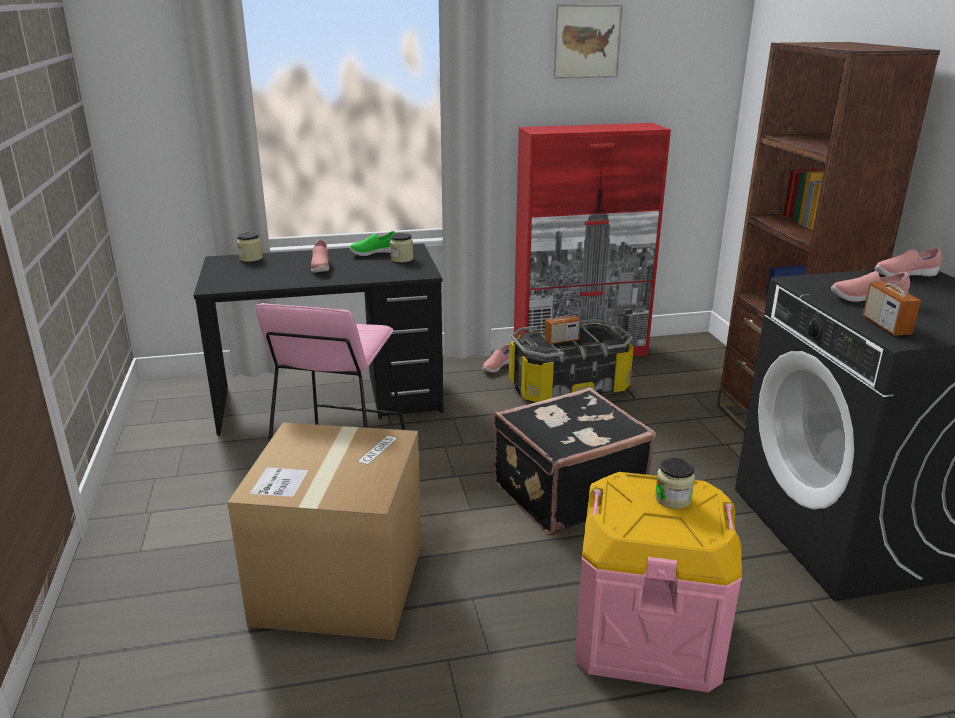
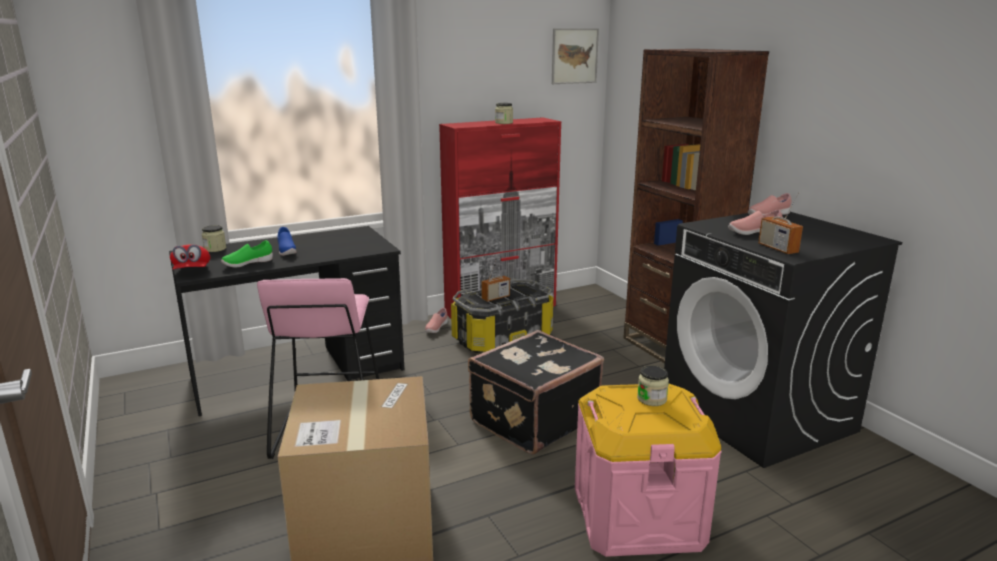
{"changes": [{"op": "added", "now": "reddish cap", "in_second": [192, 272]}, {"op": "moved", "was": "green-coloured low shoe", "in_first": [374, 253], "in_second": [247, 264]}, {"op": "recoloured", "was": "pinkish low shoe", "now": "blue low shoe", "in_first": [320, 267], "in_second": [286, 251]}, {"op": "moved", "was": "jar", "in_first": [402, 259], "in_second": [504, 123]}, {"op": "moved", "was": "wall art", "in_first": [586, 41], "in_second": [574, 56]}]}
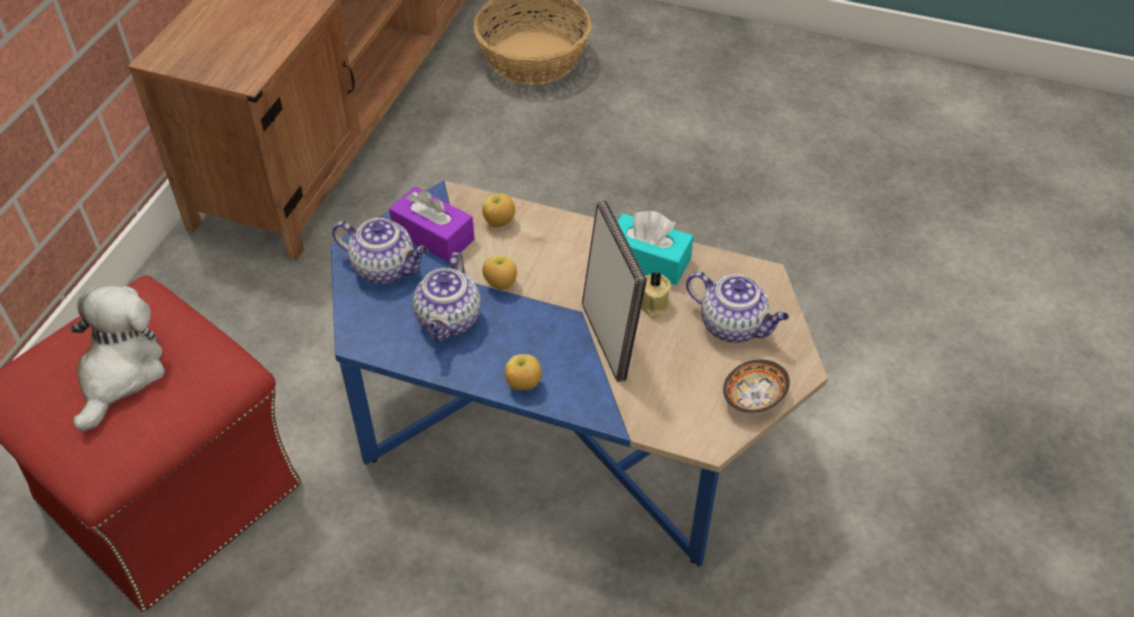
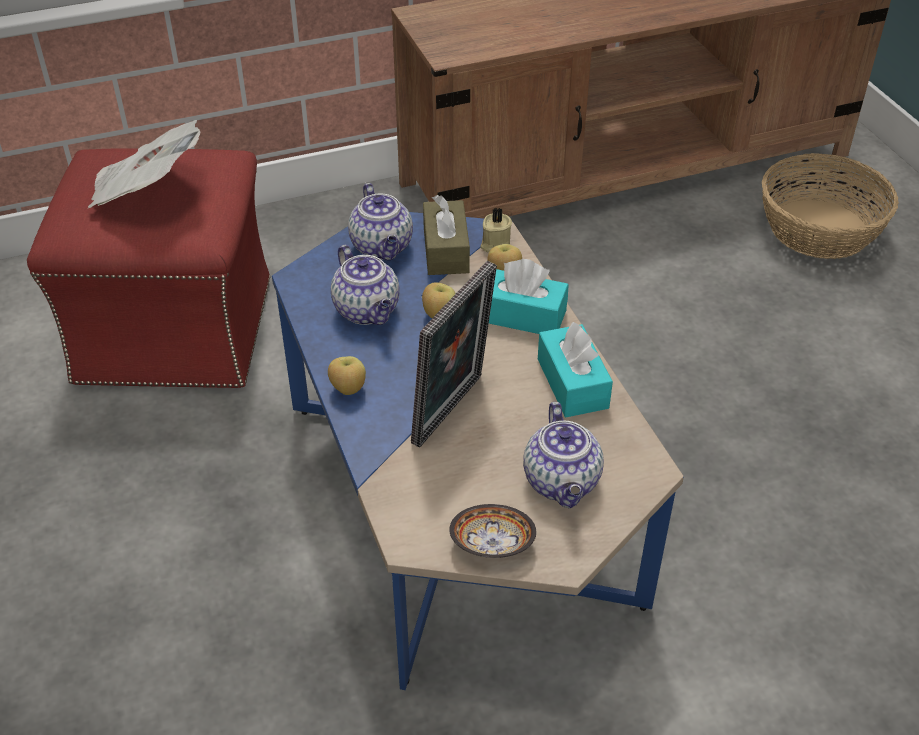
{"changes": [{"op": "replaced", "was": "plush toy", "now": "newspaper", "in_first": [120, 373], "in_second": [147, 192]}, {"op": "turned", "was": "tea pot", "in_first": [449, 321], "in_second": [368, 311], "clockwise": -90}, {"op": "recoloured", "was": "purplish box of tissues", "now": "brownish box of tissues", "in_first": [433, 235], "in_second": [446, 250]}, {"op": "moved", "was": "beige wax light", "in_first": [653, 305], "in_second": [494, 243]}, {"op": "added", "now": "turquoise-coloured box of tissues", "in_second": [521, 316]}]}
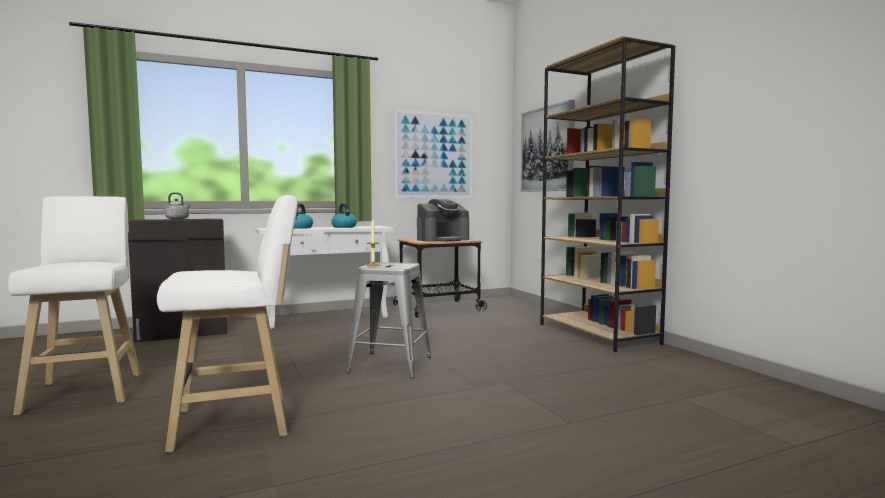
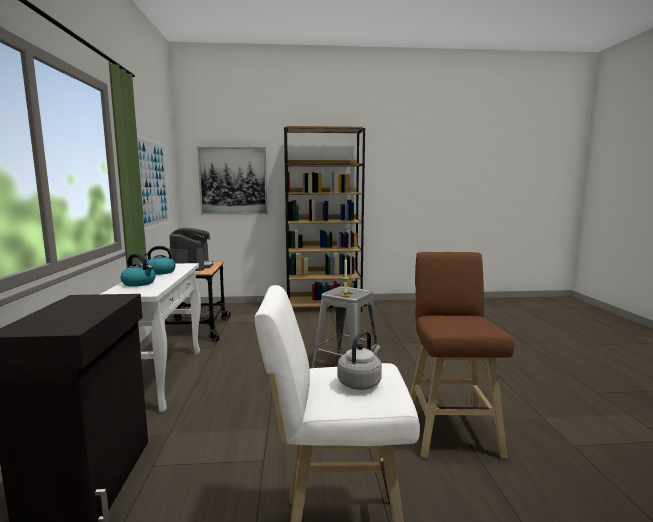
{"changes": [{"op": "moved", "was": "grey tea kettle", "in_first": [178, 219], "in_second": [360, 382]}, {"op": "recoloured", "was": "white sitting stool", "now": "brownish sitting stool", "in_first": [239, 422], "in_second": [450, 429]}]}
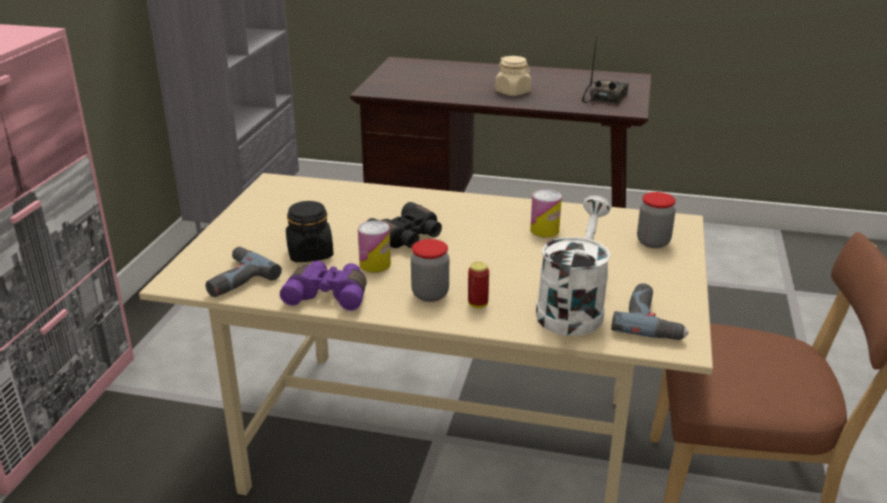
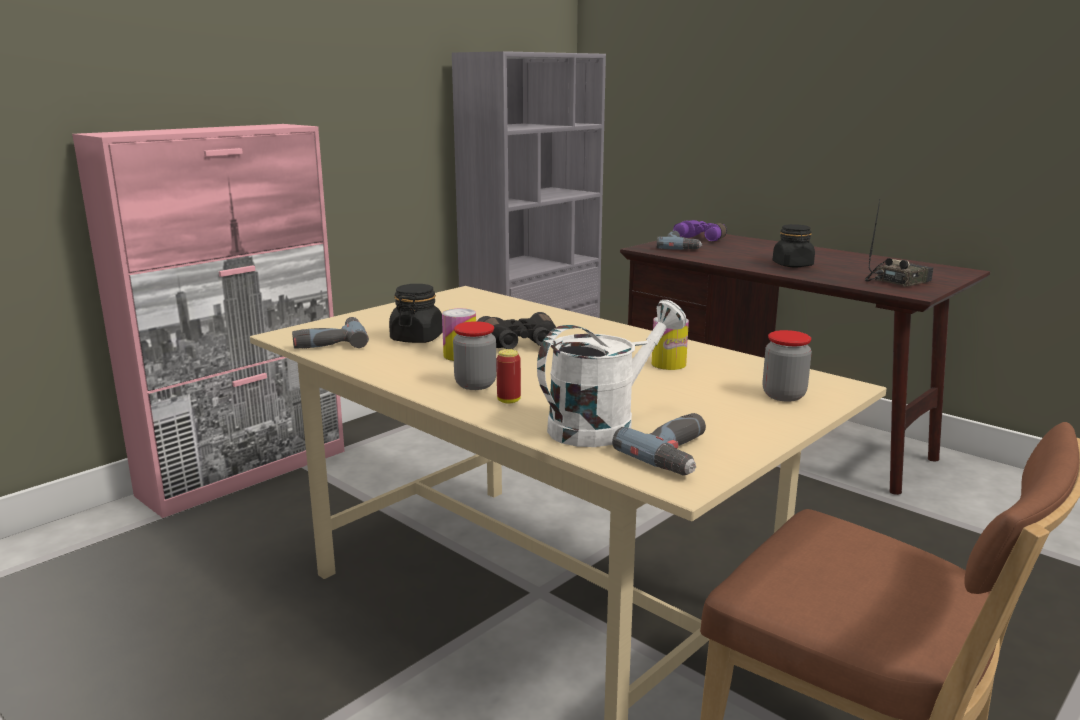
{"changes": [{"op": "added", "now": "power drill", "in_second": [680, 246]}, {"op": "moved", "was": "purplish binoculars", "in_first": [329, 295], "in_second": [703, 238]}, {"op": "recoloured", "was": "beige jar", "now": "blackish jar", "in_first": [513, 92], "in_second": [792, 265]}]}
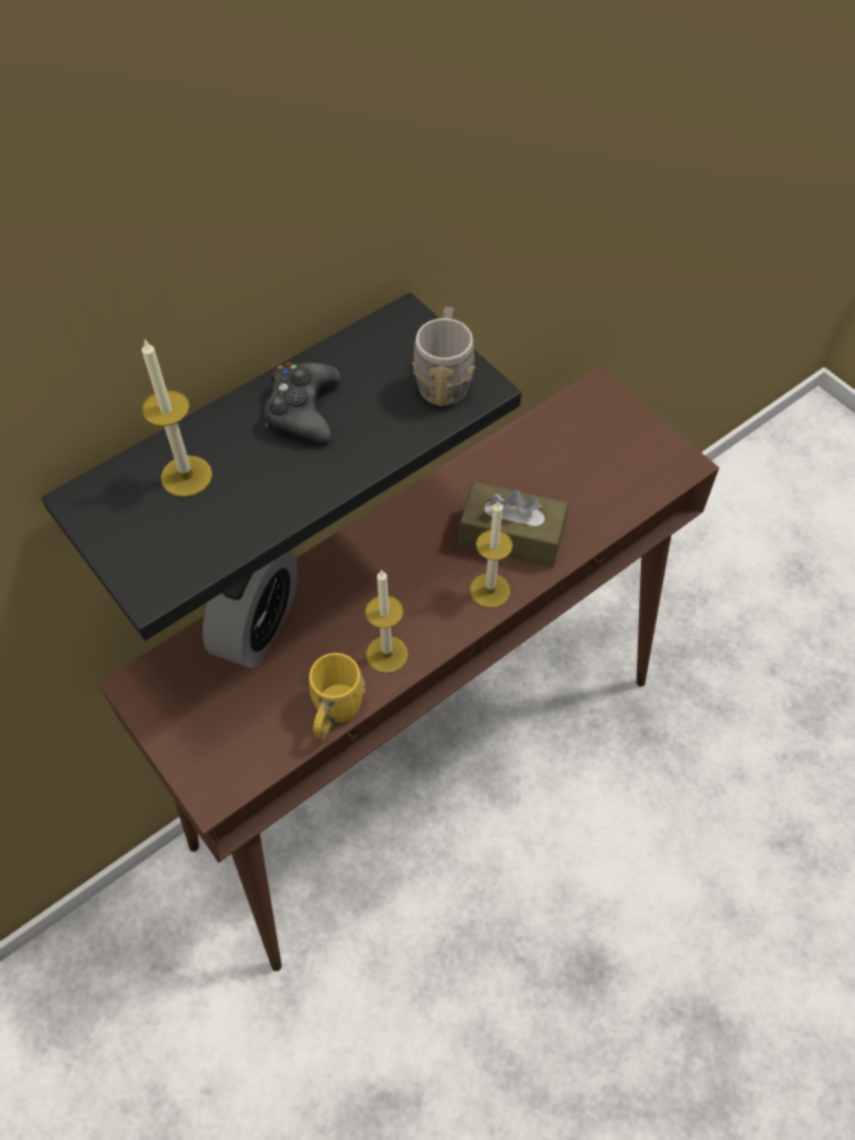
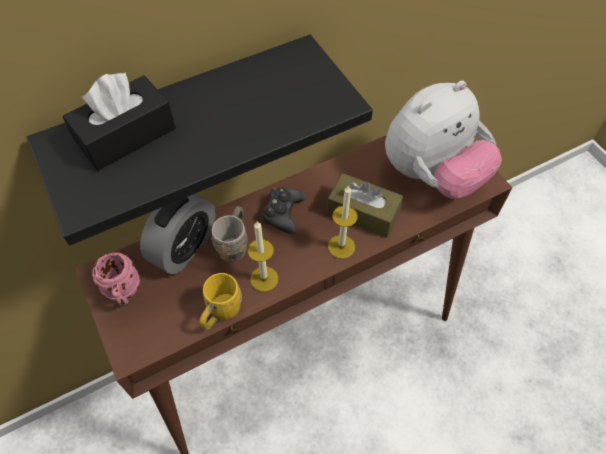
{"changes": [{"op": "replaced", "was": "wax light", "now": "blackish box of tissues", "in_first": [186, 476], "in_second": [126, 135]}, {"op": "added", "now": "pinkish tea mug", "in_second": [124, 293]}, {"op": "moved", "was": "grey tea mug", "in_first": [444, 378], "in_second": [234, 243]}, {"op": "moved", "was": "blackish gamepad", "in_first": [302, 410], "in_second": [283, 213]}, {"op": "added", "now": "plush toy", "in_second": [432, 175]}]}
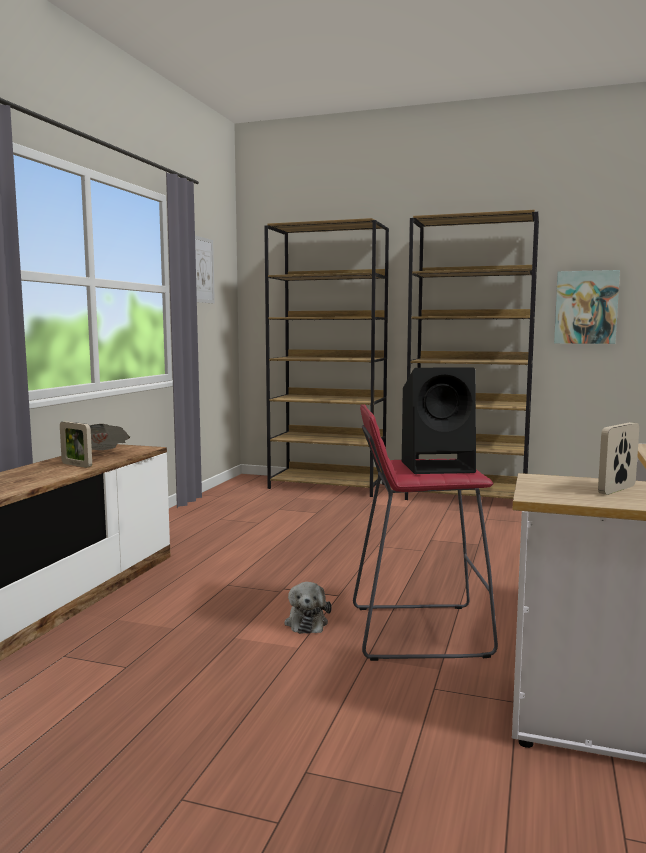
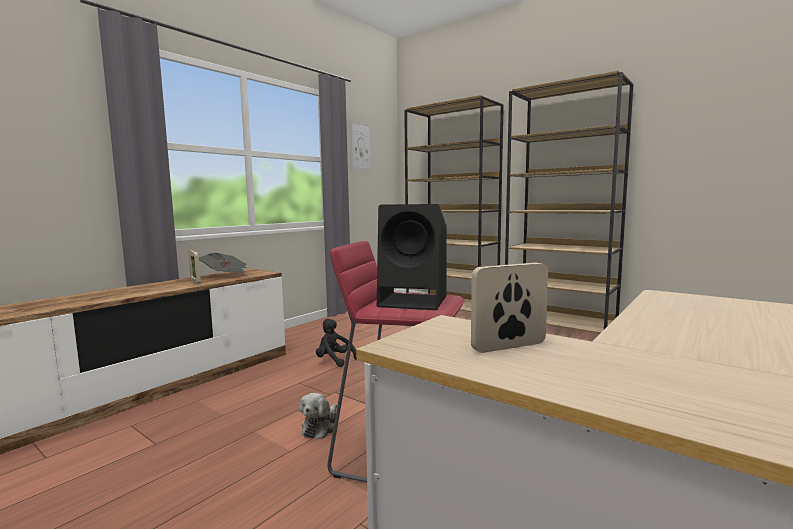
{"changes": [{"op": "added", "now": "blackish plush toy", "in_second": [334, 360]}, {"op": "removed", "was": "wall art", "in_first": [586, 307]}]}
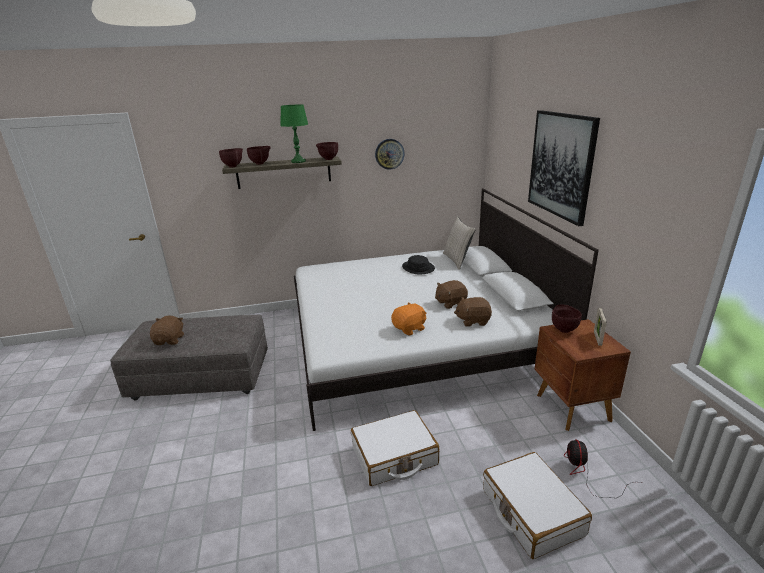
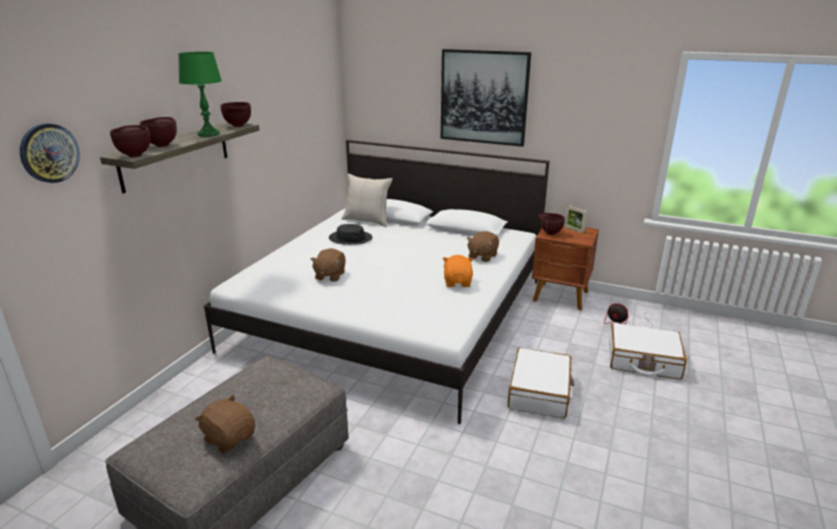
{"changes": [{"op": "moved", "was": "wall clock", "in_first": [389, 154], "in_second": [49, 153]}, {"op": "moved", "was": "brownish plush toy", "in_first": [450, 303], "in_second": [329, 276]}]}
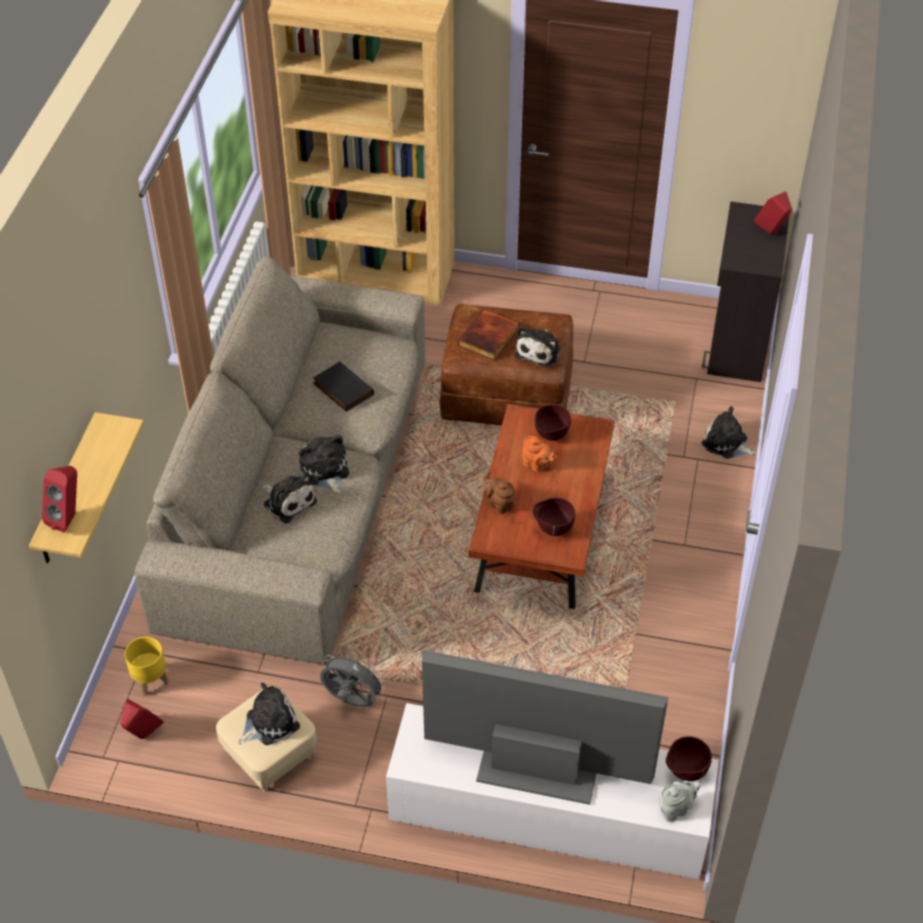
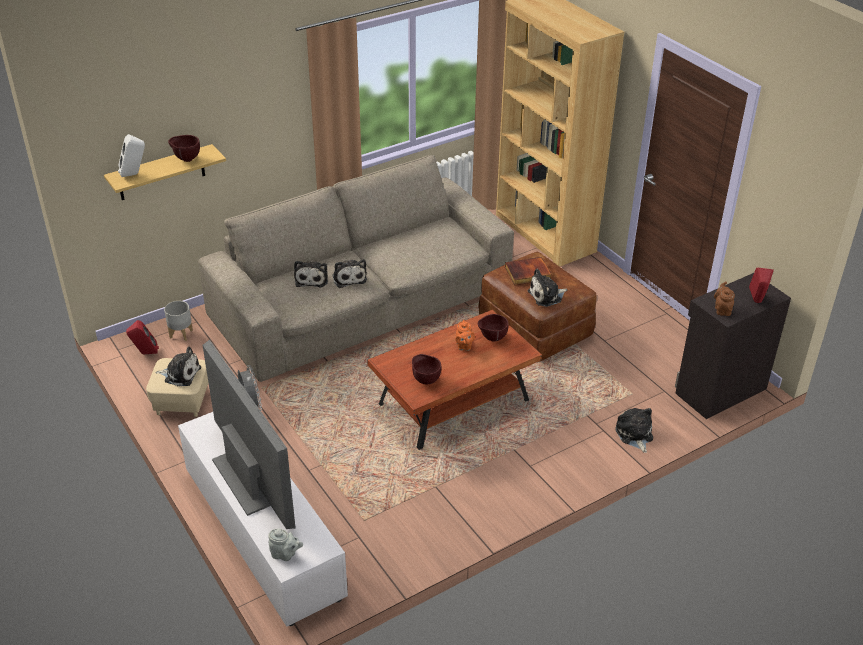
{"changes": [{"op": "recoloured", "was": "reddish audio speaker", "now": "white audio speaker", "in_first": [68, 518], "in_second": [134, 174]}, {"op": "recoloured", "was": "yellow-coloured plant pot", "now": "grey plant pot", "in_first": [150, 680], "in_second": [181, 334]}, {"op": "moved", "was": "brownish serving bowl", "in_first": [684, 772], "in_second": [186, 159]}, {"op": "turned", "was": "plush toy", "in_first": [325, 471], "in_second": [349, 278], "clockwise": 135}, {"op": "moved", "was": "brownish tea pot", "in_first": [499, 504], "in_second": [722, 309]}, {"op": "removed", "was": "blackish book", "in_first": [342, 389]}]}
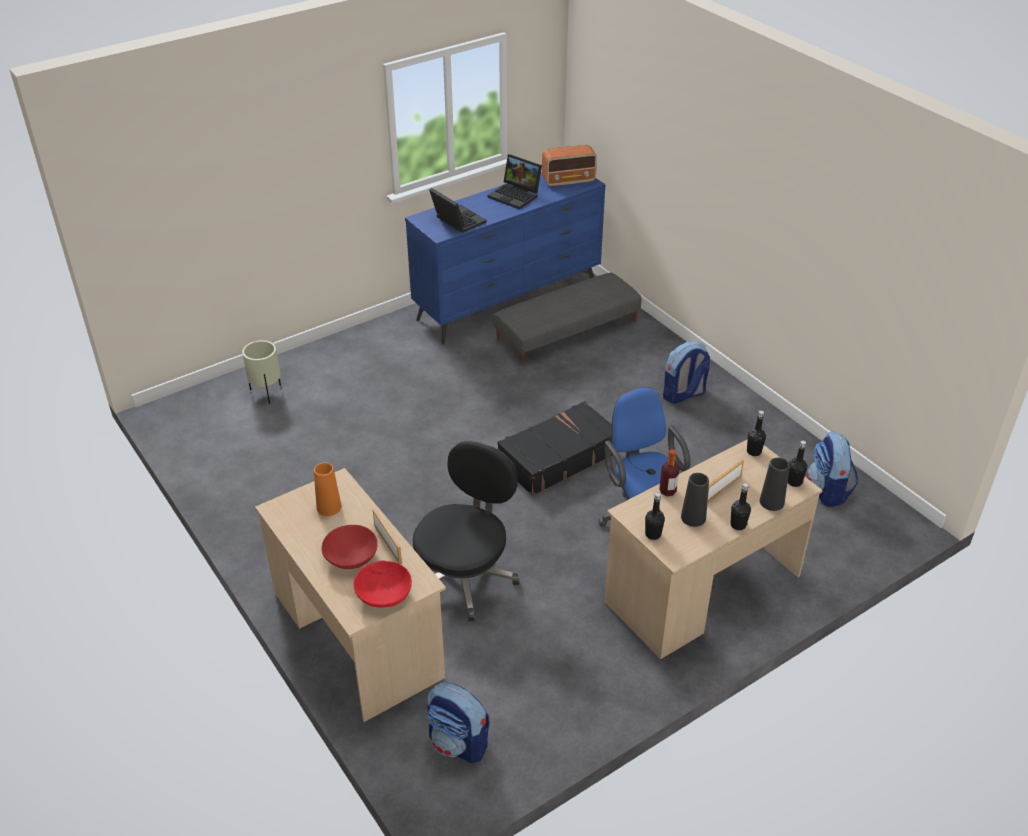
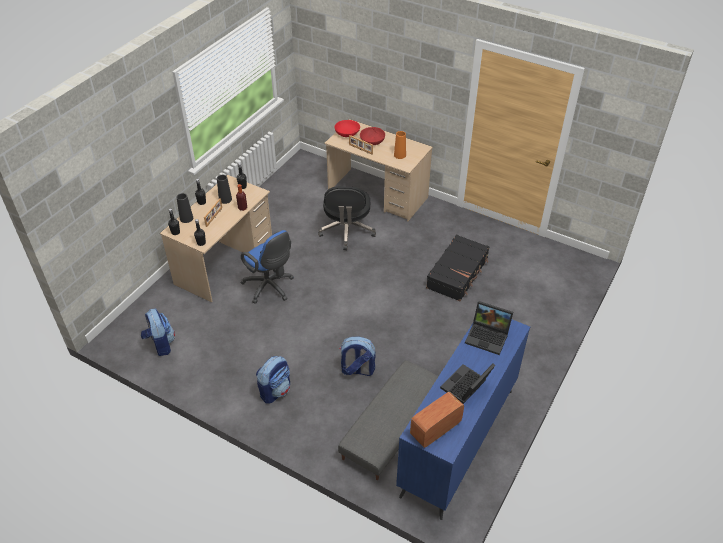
{"changes": [{"op": "moved", "was": "backpack", "in_first": [459, 743], "in_second": [357, 370]}, {"op": "moved", "was": "blackish suitcase", "in_first": [557, 457], "in_second": [458, 273]}, {"op": "turned", "was": "portable computer", "in_first": [516, 195], "in_second": [466, 387], "clockwise": -60}, {"op": "removed", "was": "beige plant pot", "in_first": [266, 393]}]}
